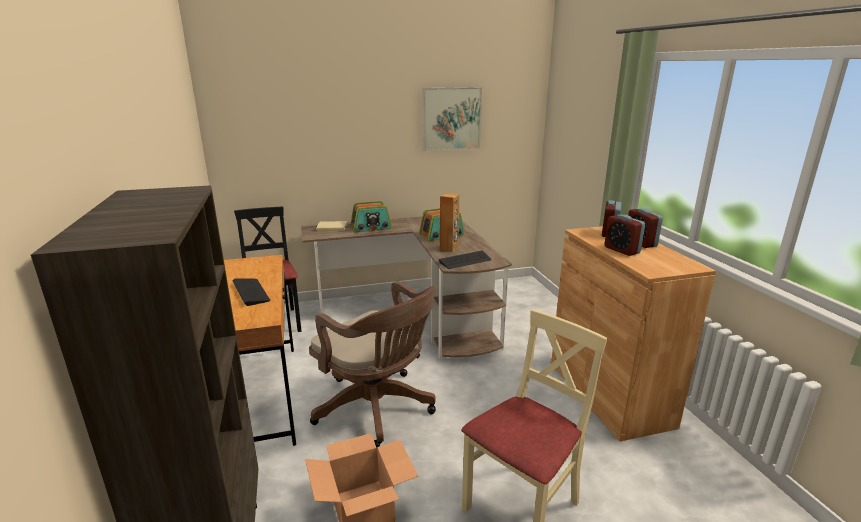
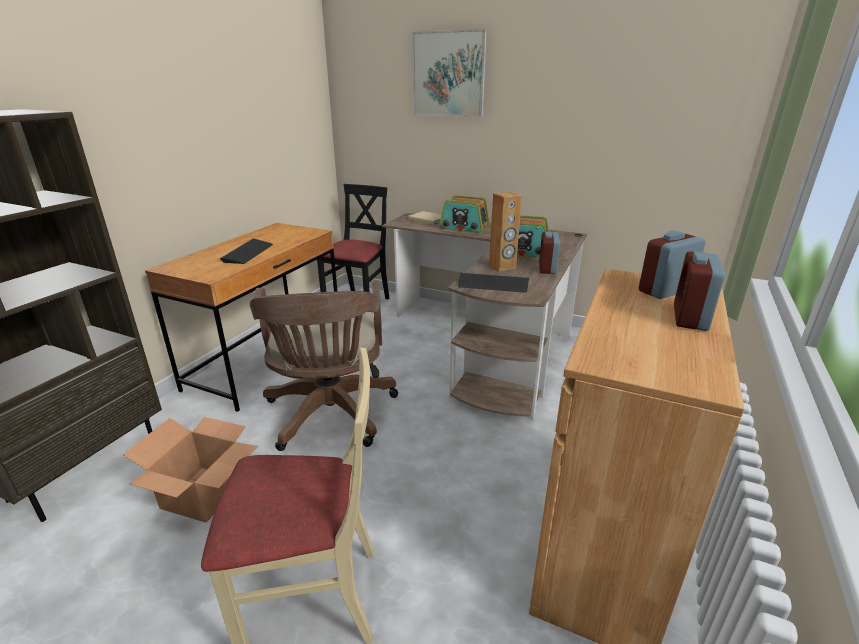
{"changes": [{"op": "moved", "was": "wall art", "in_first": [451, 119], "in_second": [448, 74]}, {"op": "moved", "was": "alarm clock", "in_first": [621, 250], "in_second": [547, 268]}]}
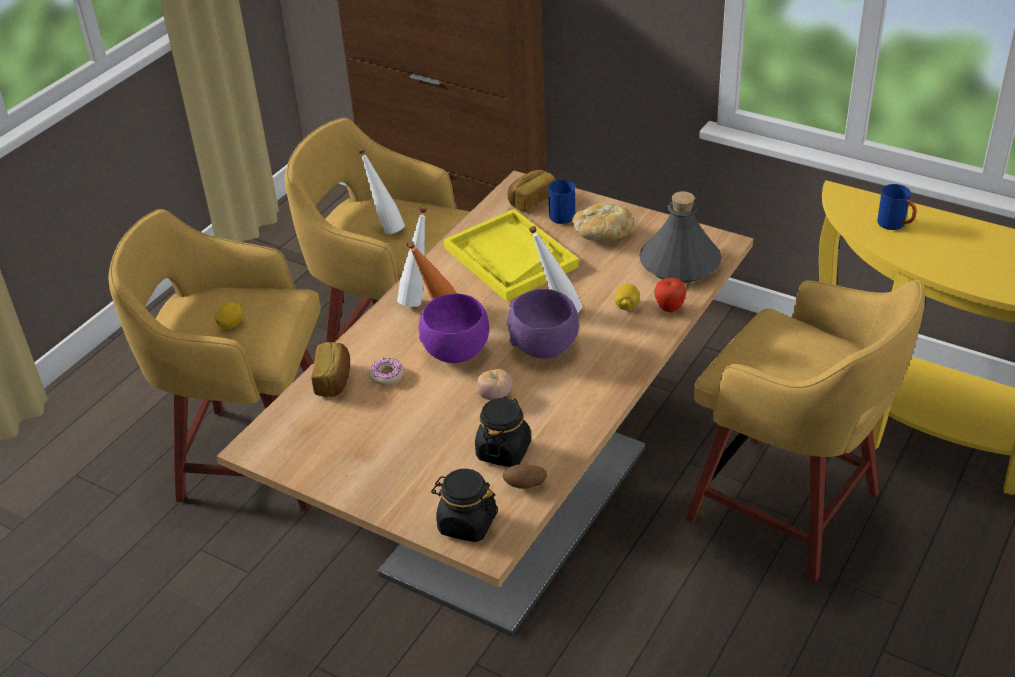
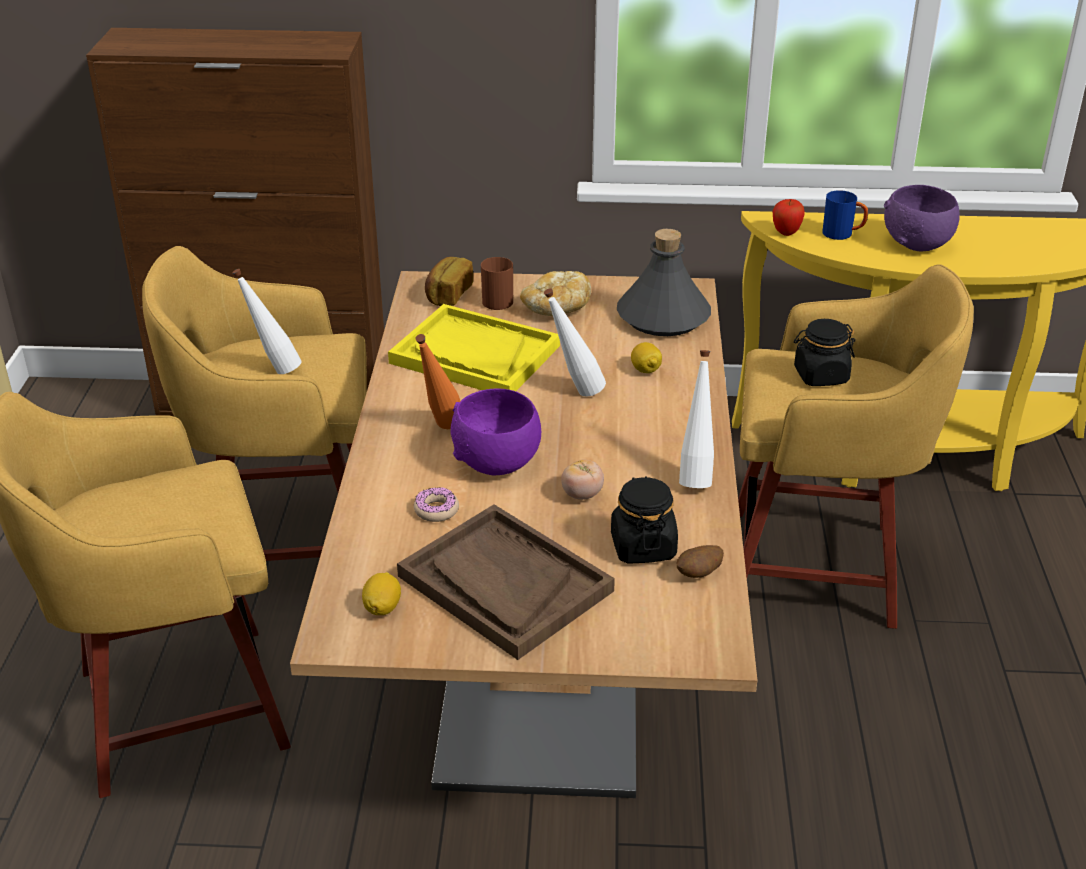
{"changes": [{"op": "moved", "was": "citrus fruit", "in_first": [231, 324], "in_second": [382, 607]}, {"op": "added", "now": "brownish serving tray", "in_second": [504, 584]}, {"op": "recoloured", "was": "blue tea mug", "now": "brownish tea mug", "in_first": [562, 214], "in_second": [495, 300]}, {"op": "moved", "was": "white bottle", "in_first": [418, 298], "in_second": [695, 477]}, {"op": "moved", "was": "apple fruit", "in_first": [669, 309], "in_second": [786, 233]}, {"op": "moved", "was": "blackish jar", "in_first": [466, 523], "in_second": [820, 376]}, {"op": "moved", "was": "purplish serving bowl", "in_first": [545, 347], "in_second": [918, 244]}, {"op": "removed", "was": "bakery bread", "in_first": [334, 380]}]}
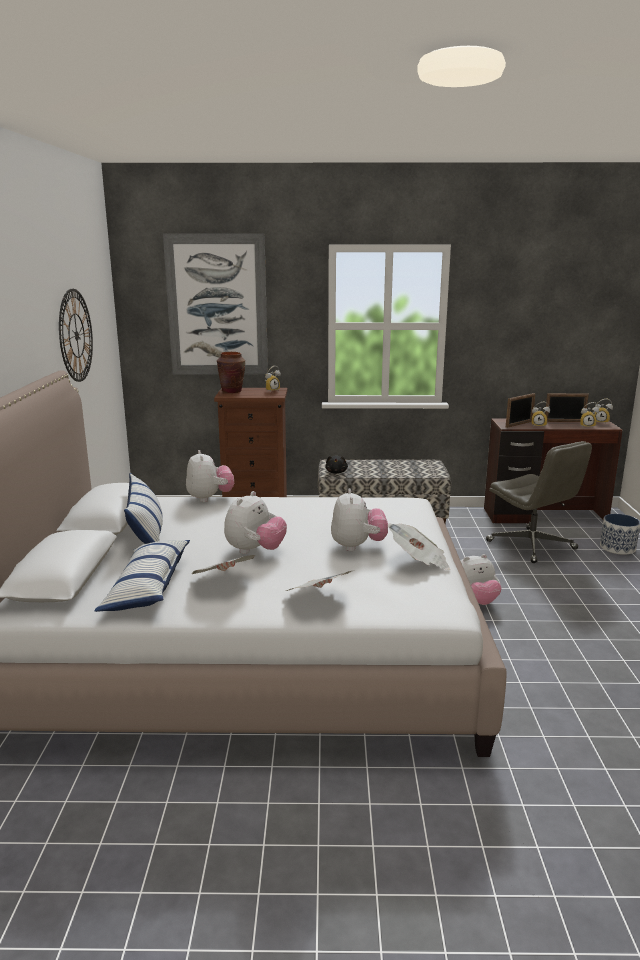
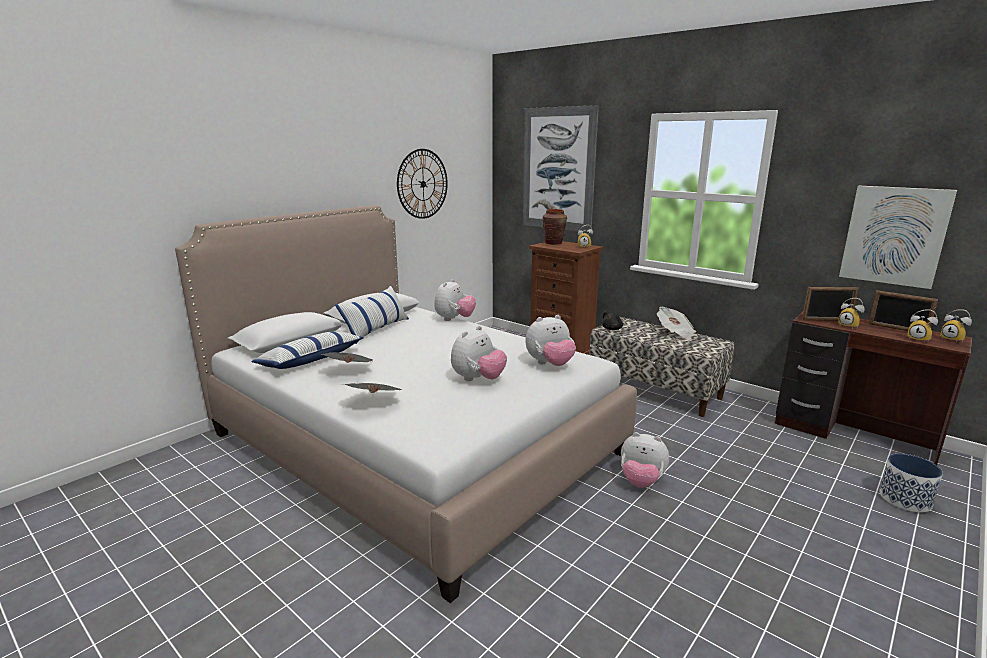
{"changes": [{"op": "moved", "was": "plush toy", "in_first": [255, 551], "in_second": [550, 364]}, {"op": "moved", "was": "newspaper", "in_first": [419, 562], "in_second": [675, 333]}, {"op": "added", "now": "wall art", "in_second": [894, 235]}, {"op": "removed", "was": "grey computer chair", "in_first": [532, 545]}]}
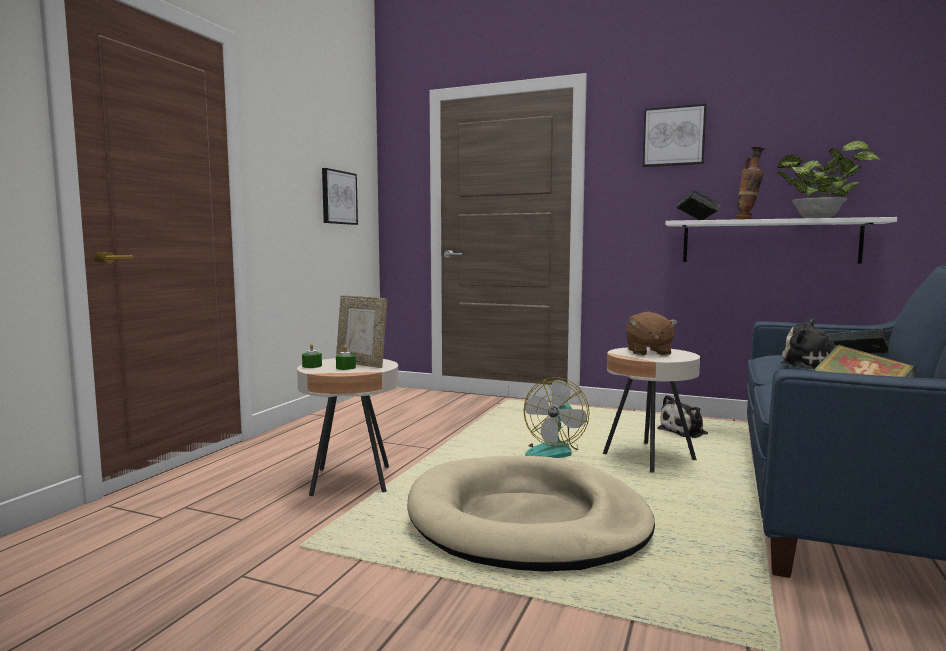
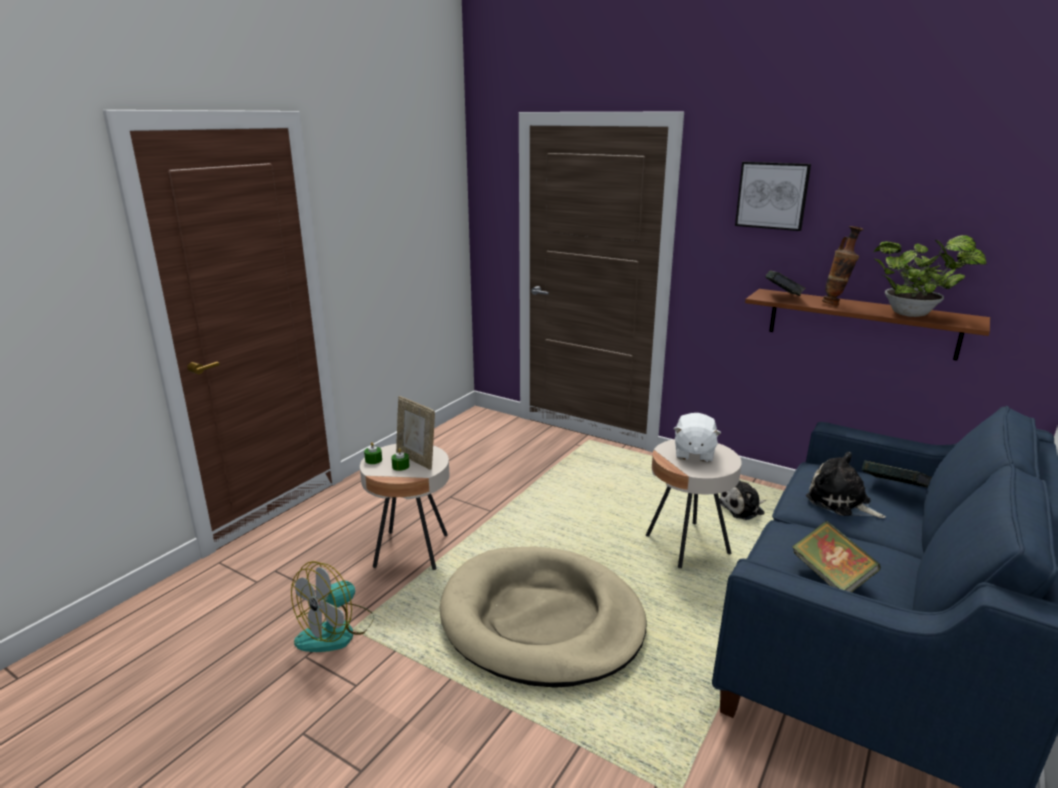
{"changes": [{"op": "moved", "was": "cooling fan", "in_first": [553, 451], "in_second": [336, 631]}, {"op": "recoloured", "was": "brownish plush toy", "now": "white plush toy", "in_first": [648, 352], "in_second": [693, 453]}, {"op": "recoloured", "was": "white wall shelf", "now": "brownish wall shelf", "in_first": [769, 241], "in_second": [861, 323]}, {"op": "removed", "was": "wall art", "in_first": [338, 197]}]}
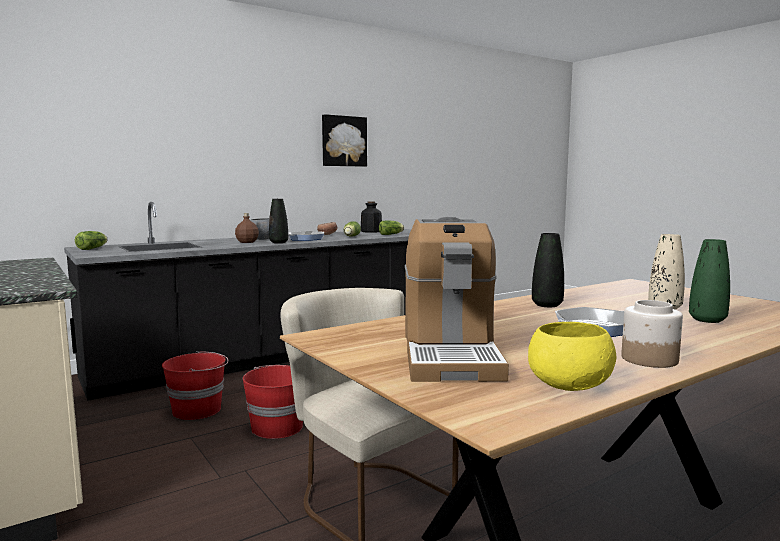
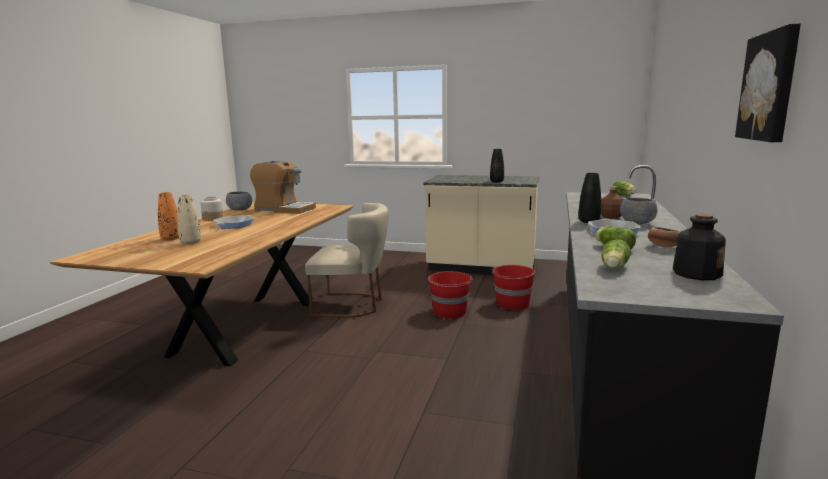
{"changes": [{"op": "recoloured", "was": "green-coloured flower vase", "now": "orangey flower vase", "in_first": [707, 320], "in_second": [171, 238]}, {"op": "recoloured", "was": "yellow-coloured serving bowl", "now": "grey serving bowl", "in_first": [567, 385], "in_second": [240, 210]}, {"op": "turned", "was": "coffee machine", "in_first": [449, 355], "in_second": [284, 209], "clockwise": 150}, {"op": "moved", "was": "blackish flower vase", "in_first": [547, 305], "in_second": [496, 181]}]}
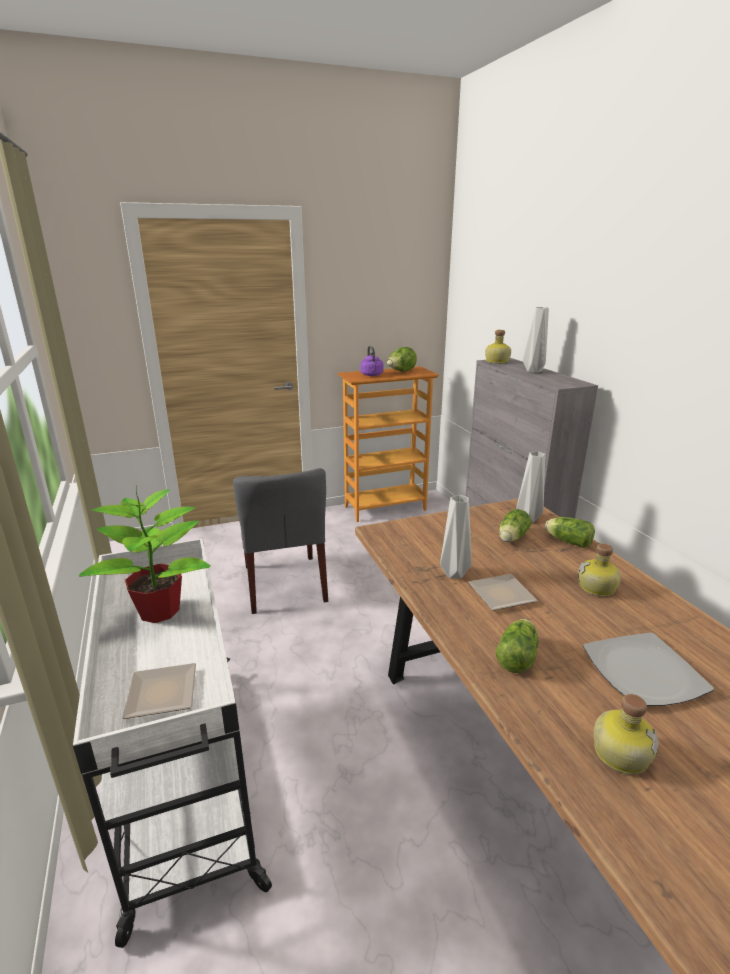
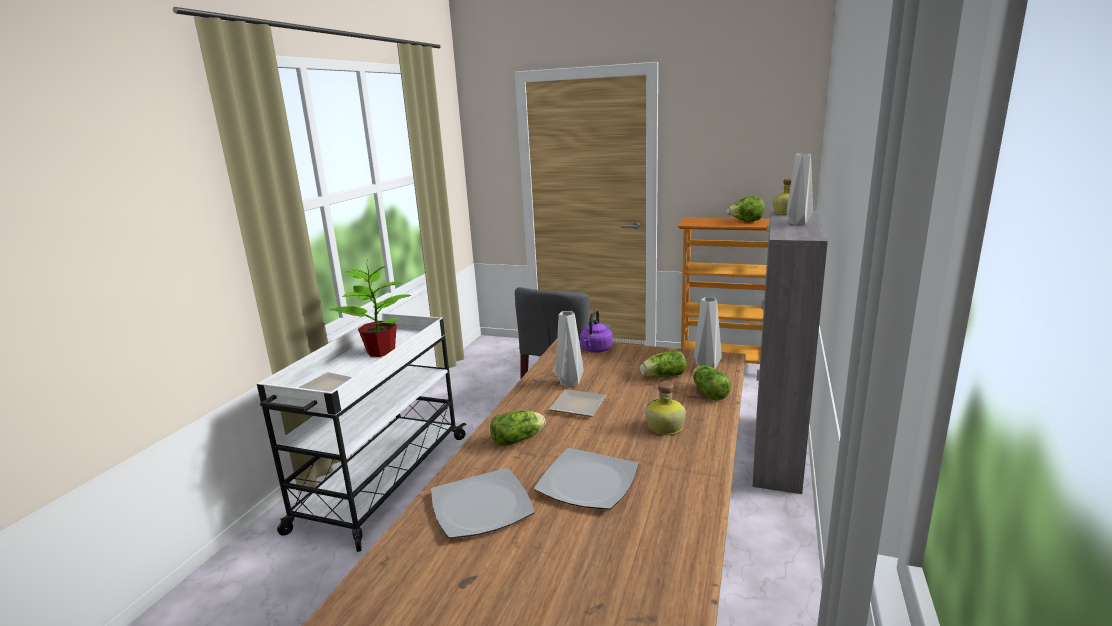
{"changes": [{"op": "replaced", "was": "bottle", "now": "plate", "in_first": [619, 752], "in_second": [482, 506]}, {"op": "moved", "was": "purplish tea kettle", "in_first": [372, 375], "in_second": [595, 350]}]}
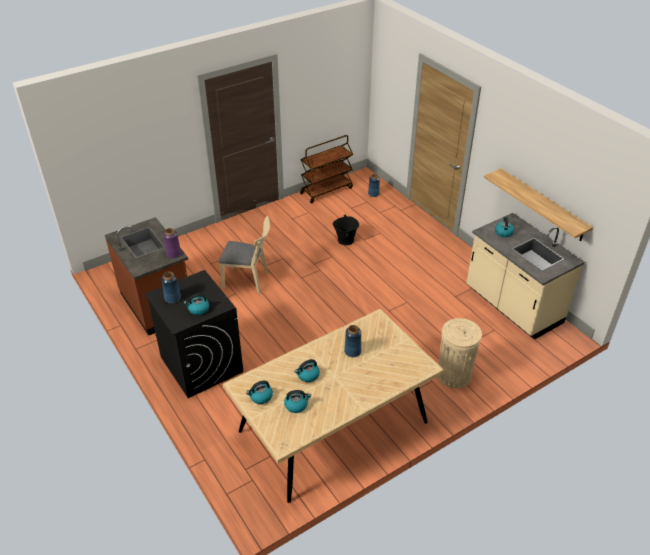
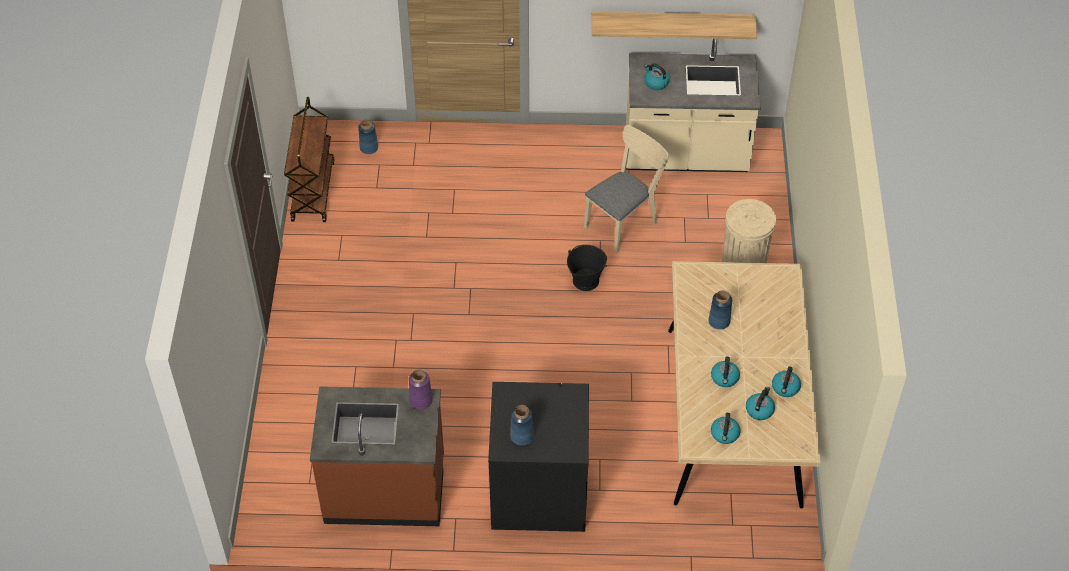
{"changes": [{"op": "moved", "was": "blackish pail", "in_first": [346, 240], "in_second": [585, 280]}, {"op": "moved", "was": "beige plain chair", "in_first": [249, 280], "in_second": [624, 222]}, {"op": "moved", "was": "tea kettle", "in_first": [198, 309], "in_second": [785, 388]}]}
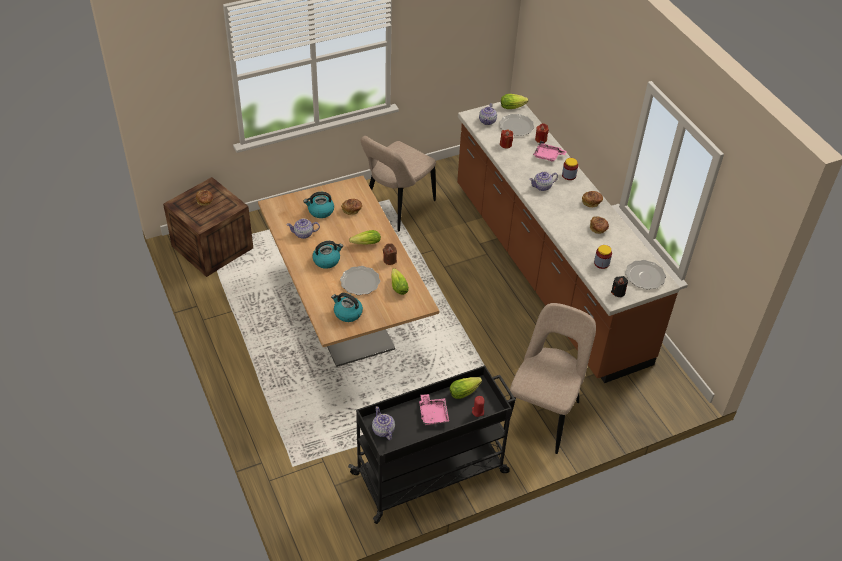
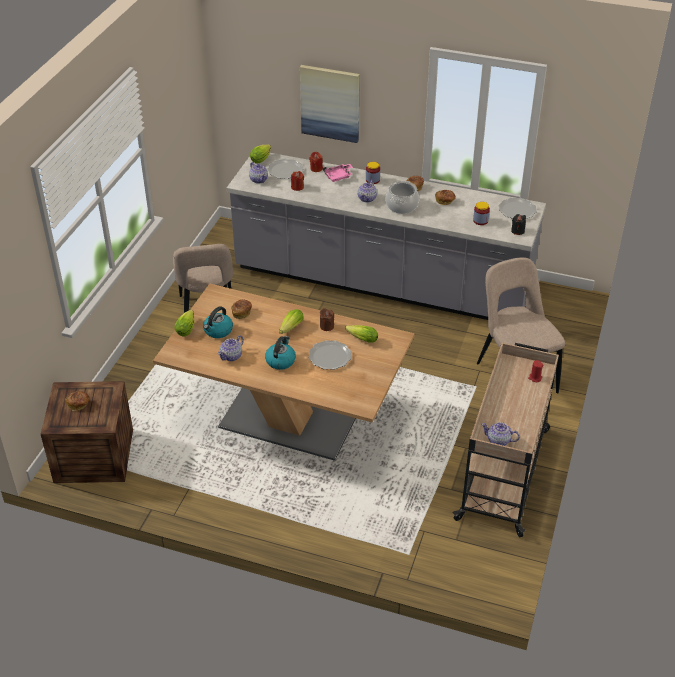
{"changes": [{"op": "moved", "was": "lettuce", "in_first": [465, 391], "in_second": [187, 328]}, {"op": "recoloured", "was": "brownish counter", "now": "grey counter", "in_first": [546, 272], "in_second": [381, 284]}, {"op": "added", "now": "wall art", "in_second": [330, 103]}, {"op": "added", "now": "saucepot", "in_second": [401, 206]}, {"op": "recoloured", "was": "blackish wheeled cart", "now": "beige wheeled cart", "in_first": [431, 472], "in_second": [504, 472]}, {"op": "removed", "was": "tea kettle", "in_first": [347, 313]}, {"op": "removed", "was": "pinkish serving tray", "in_first": [433, 413]}]}
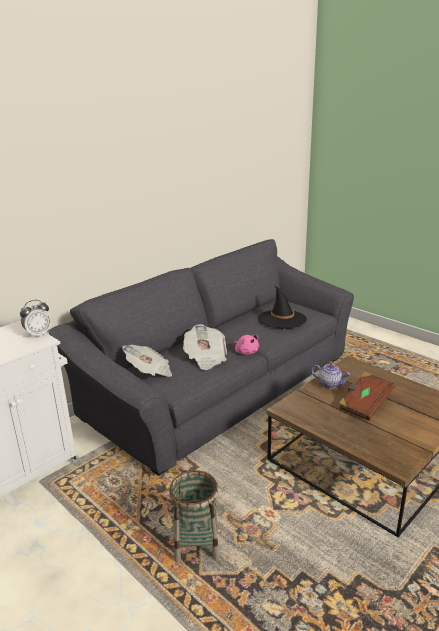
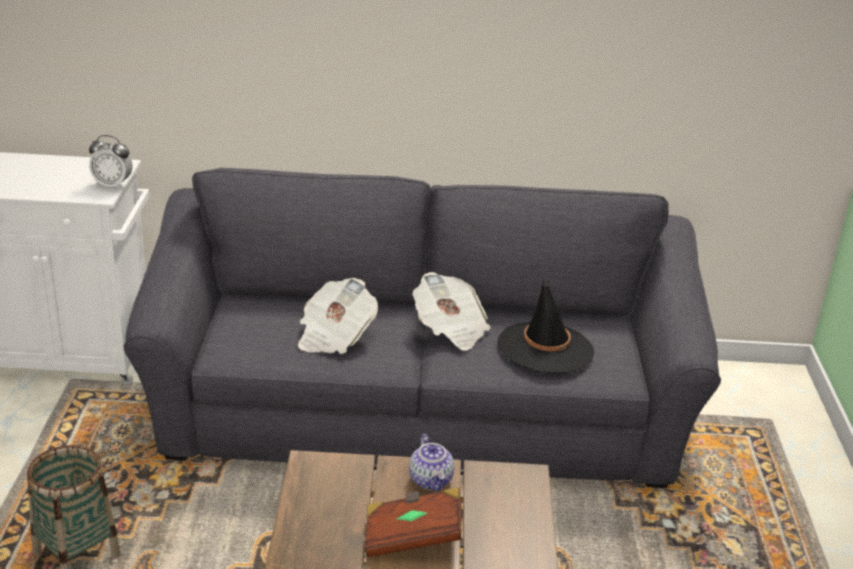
{"changes": [{"op": "moved", "was": "newspaper", "in_first": [149, 371], "in_second": [450, 329]}, {"op": "removed", "was": "pinkish plush toy", "in_first": [246, 352]}]}
